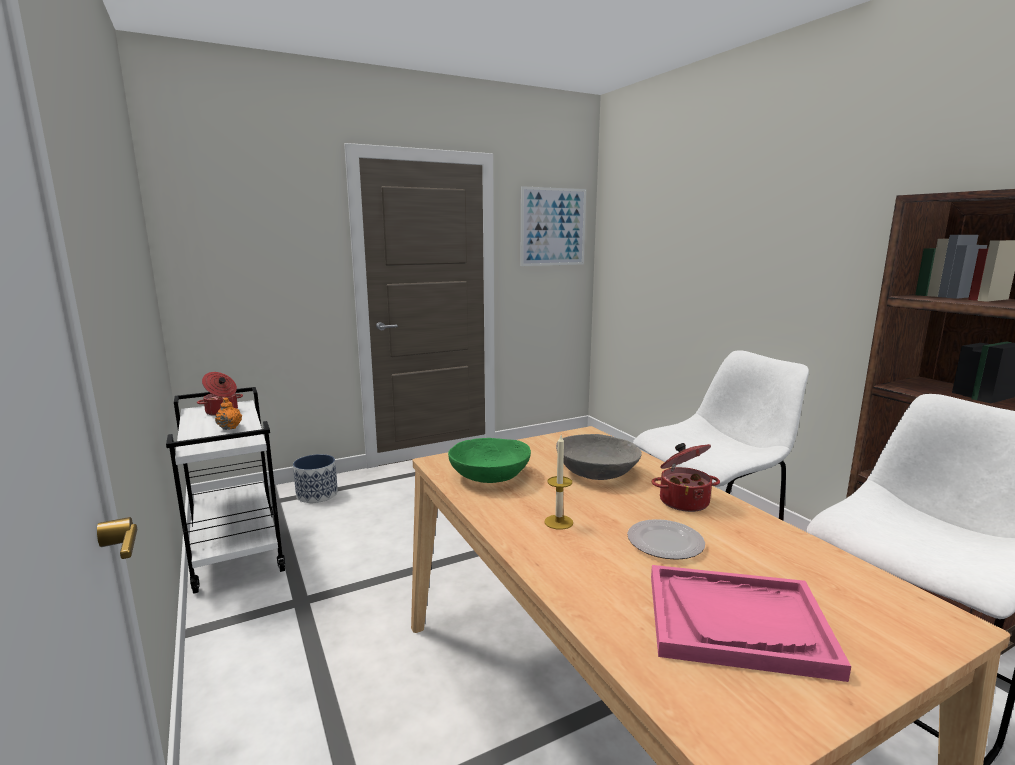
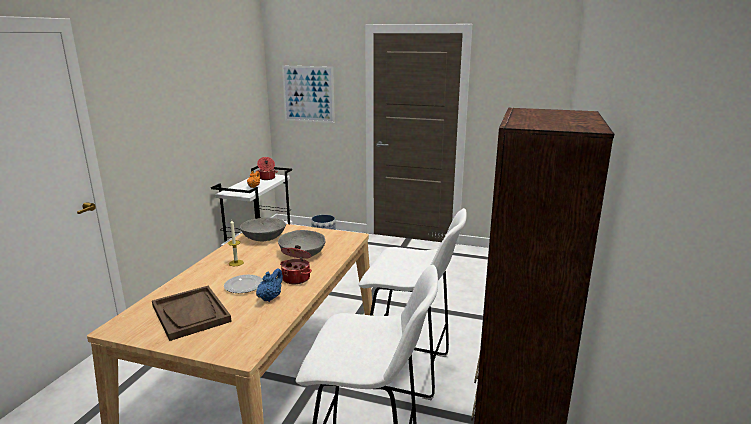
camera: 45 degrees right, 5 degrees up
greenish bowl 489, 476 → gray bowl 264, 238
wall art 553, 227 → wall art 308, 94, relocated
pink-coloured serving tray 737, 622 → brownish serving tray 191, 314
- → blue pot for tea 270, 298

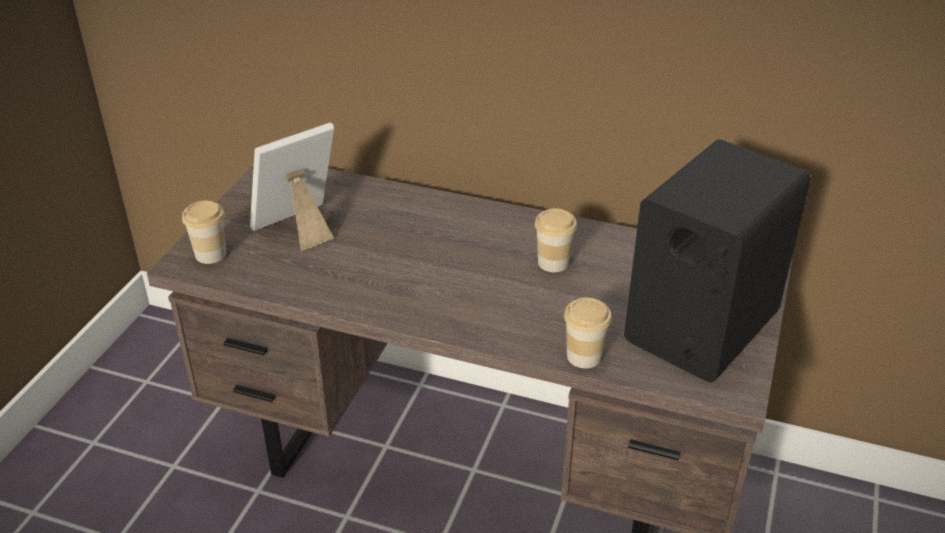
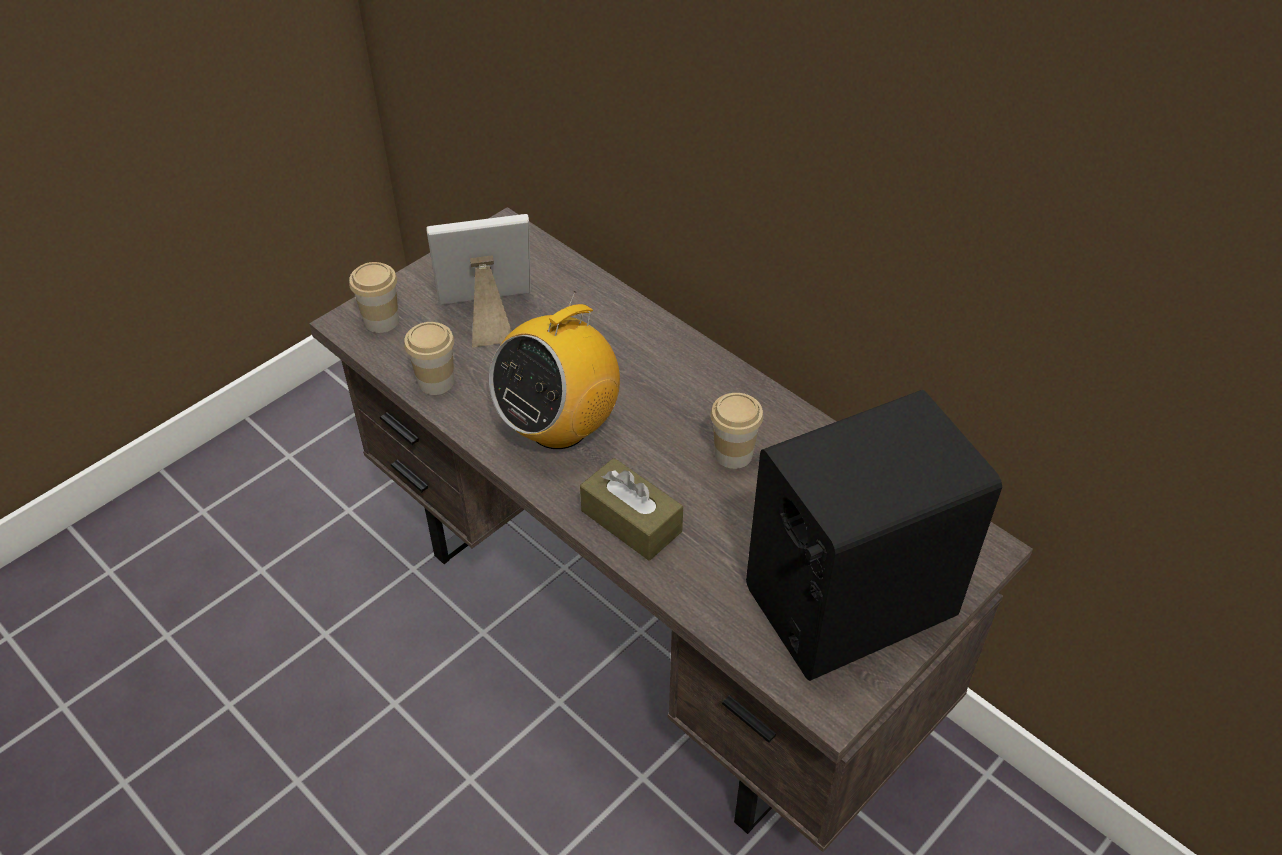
camera: 25 degrees right, 10 degrees up
drinking cup 584, 356 → drinking cup 436, 382, relocated
- → radio receiver 559, 426
- → brownish tissue box 631, 521

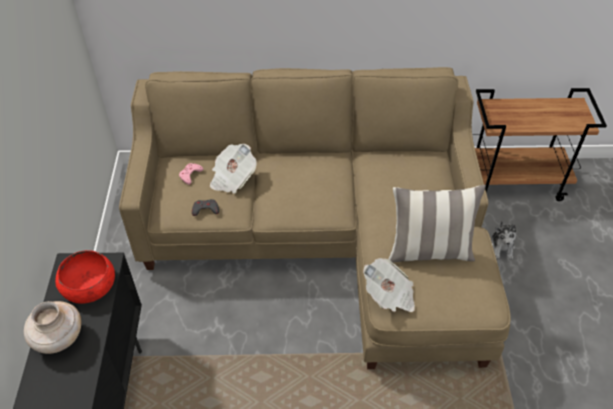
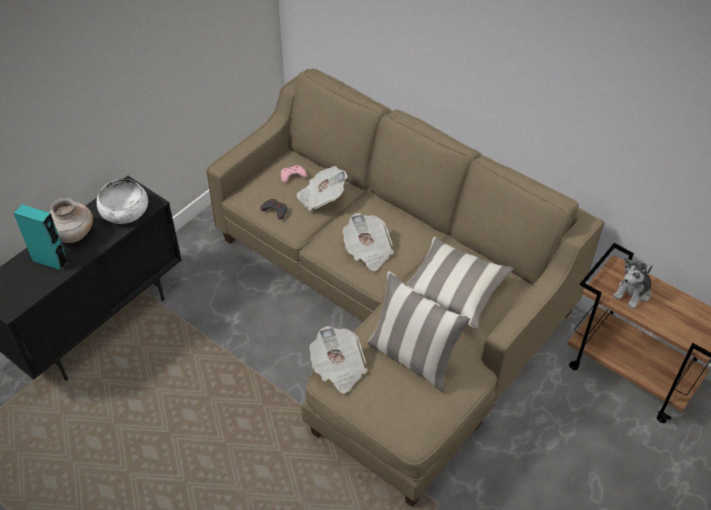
camera: 40 degrees right, 0 degrees up
red bowl 89, 285 → whitish bowl 124, 211
cuddly toy 501, 247 → cuddly toy 632, 293, relocated
- → turquoise-coloured audio speaker 50, 261
- → printed paper 368, 251
- → cushion 453, 291

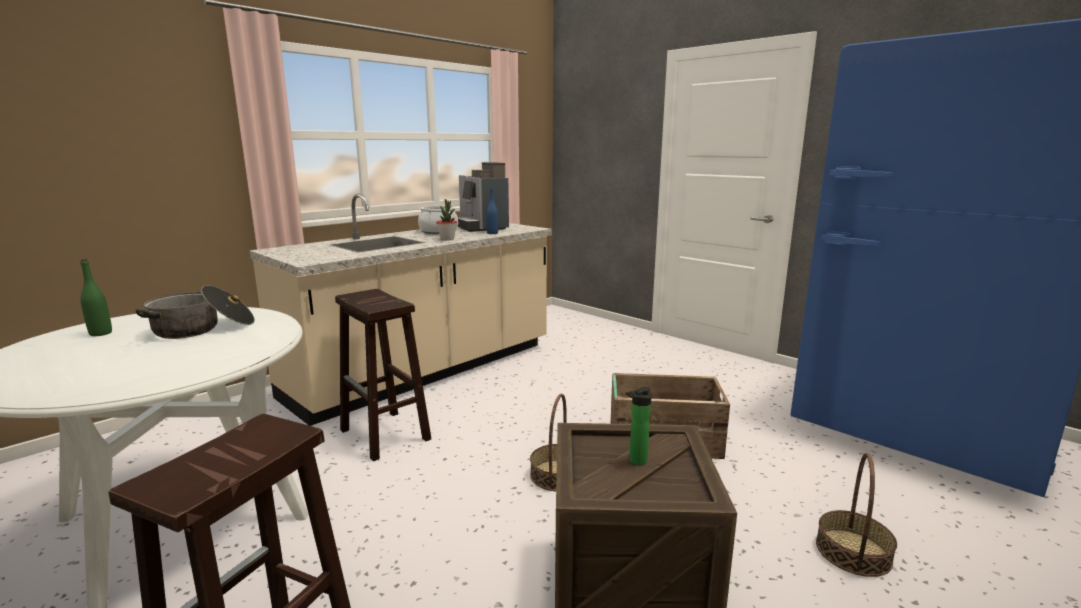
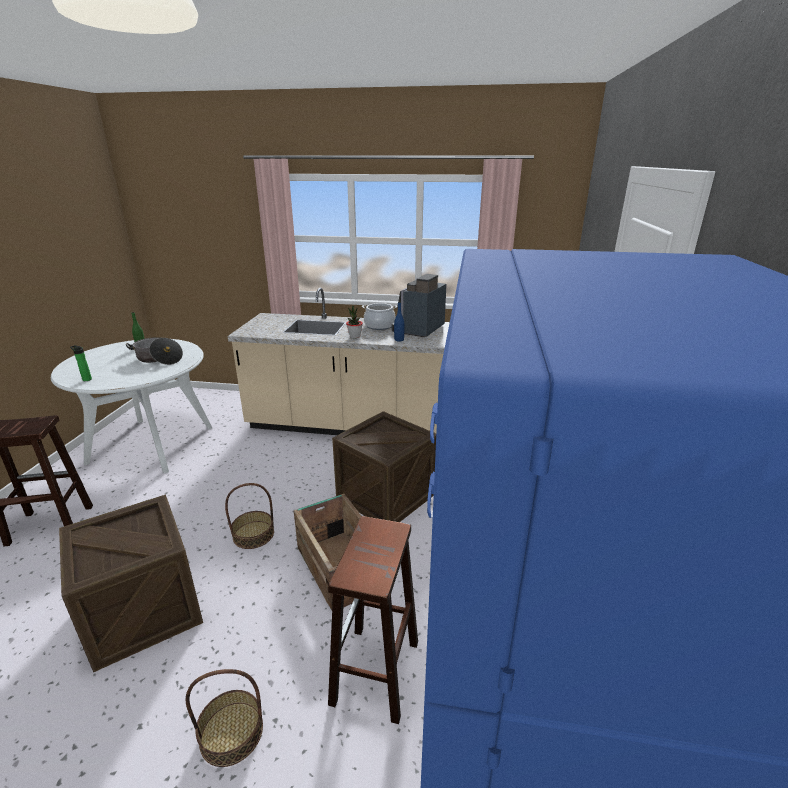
camera: 55 degrees right, 10 degrees up
brownish sitting stool 386, 435 → brownish sitting stool 375, 673, relocated
drink bottle 635, 461 → drink bottle 86, 379, relocated
- → shipping crate 386, 496

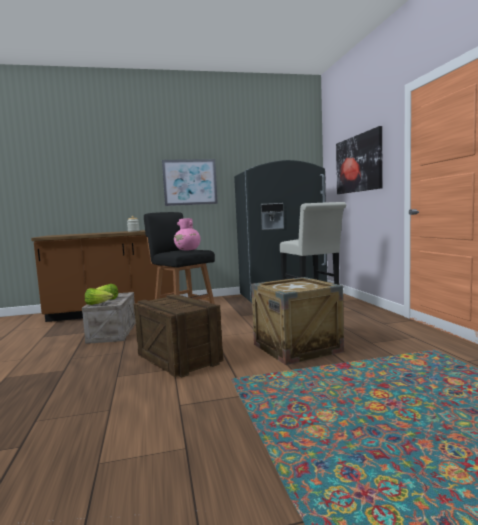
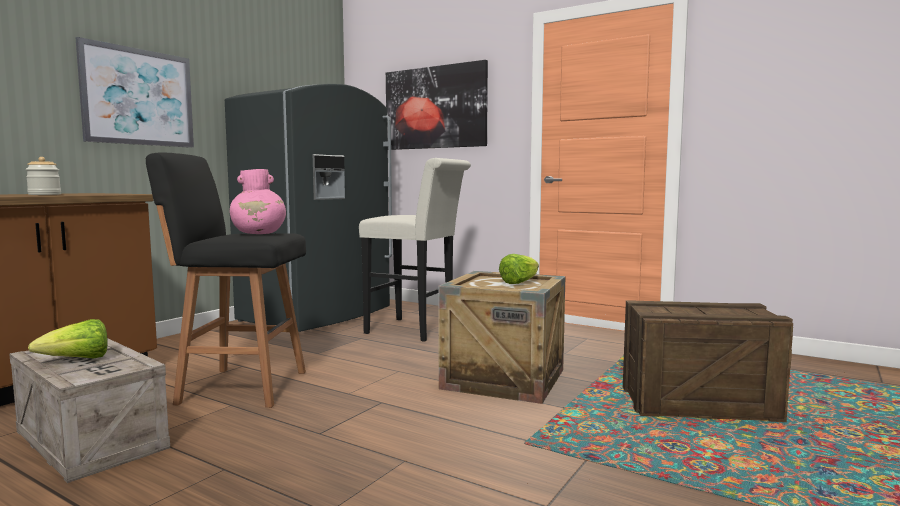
camera: 45 degrees left, 0 degrees up
head of lettuce 97, 304 → head of lettuce 519, 282, relocated
shipping crate 179, 359 → shipping crate 698, 403, relocated

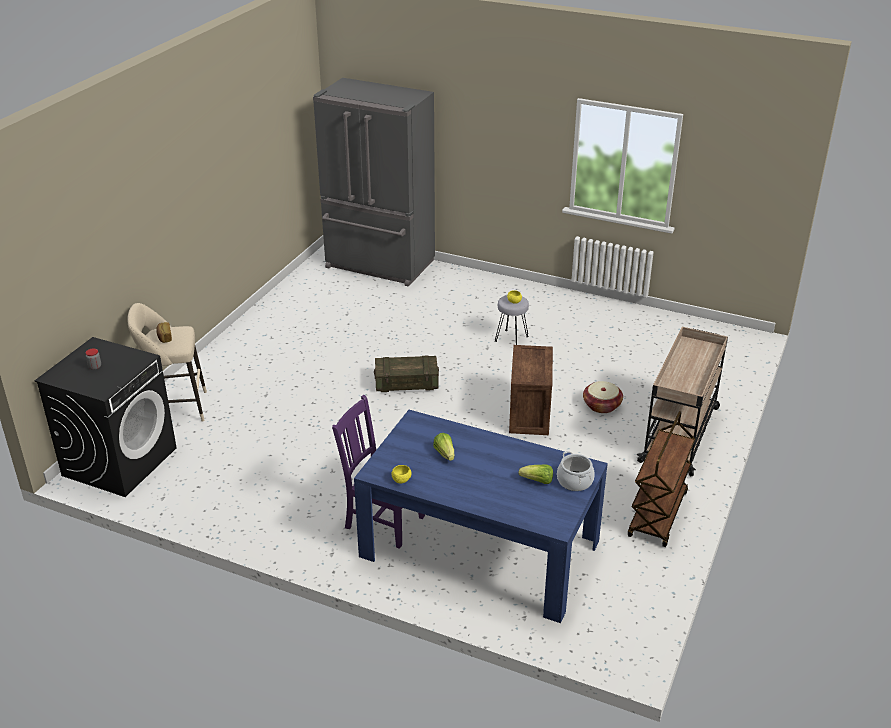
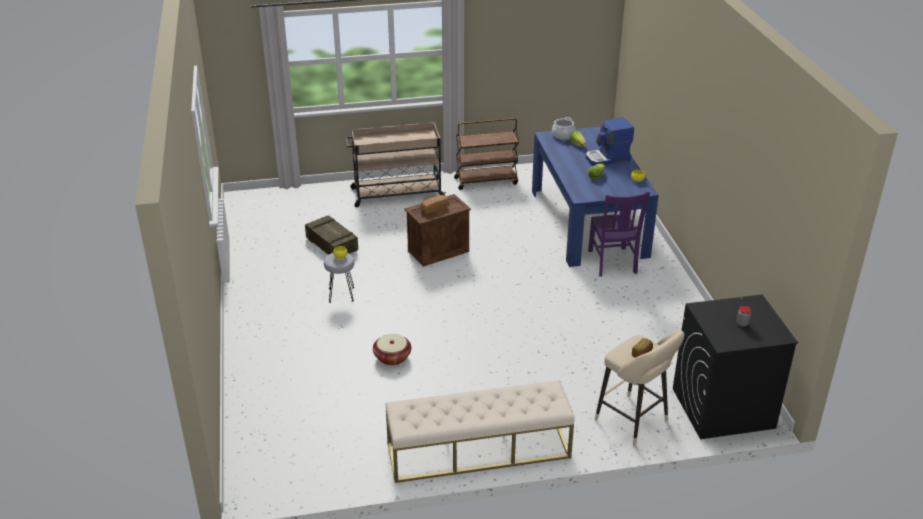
camera: 125 degrees left, 0 degrees up
gray fridge 379, 265 → -
shipping crate 406, 383 → shipping crate 332, 245, relocated
household basket 602, 405 → household basket 392, 357, relocated
- → beige-coloured bench 478, 450
- → bakery bread 434, 208
- → coffee maker 608, 158

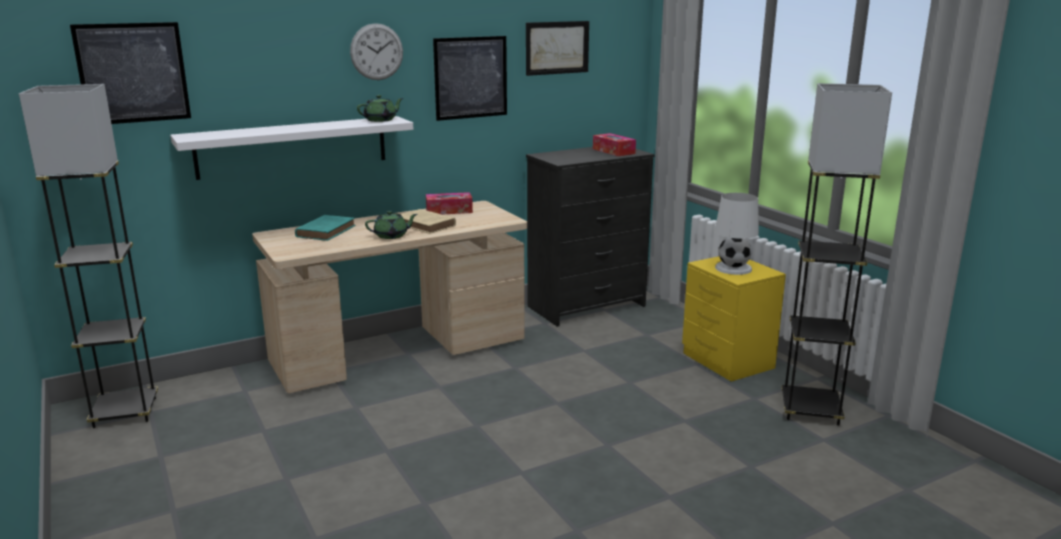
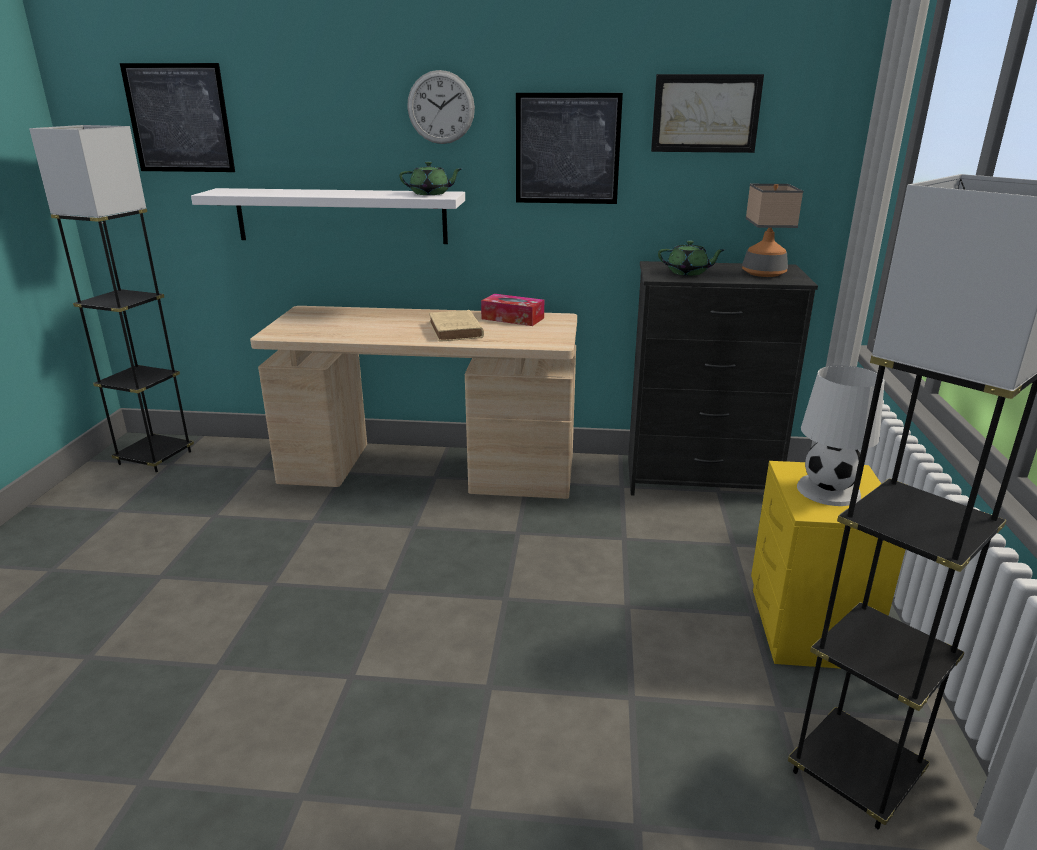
camera: 35 degrees right, 5 degrees up
turquoise-coloured book 327, 231 → -
greenish pot for tea 391, 236 → greenish pot for tea 688, 273, relocated
tissue box 613, 151 → table lamp 763, 273

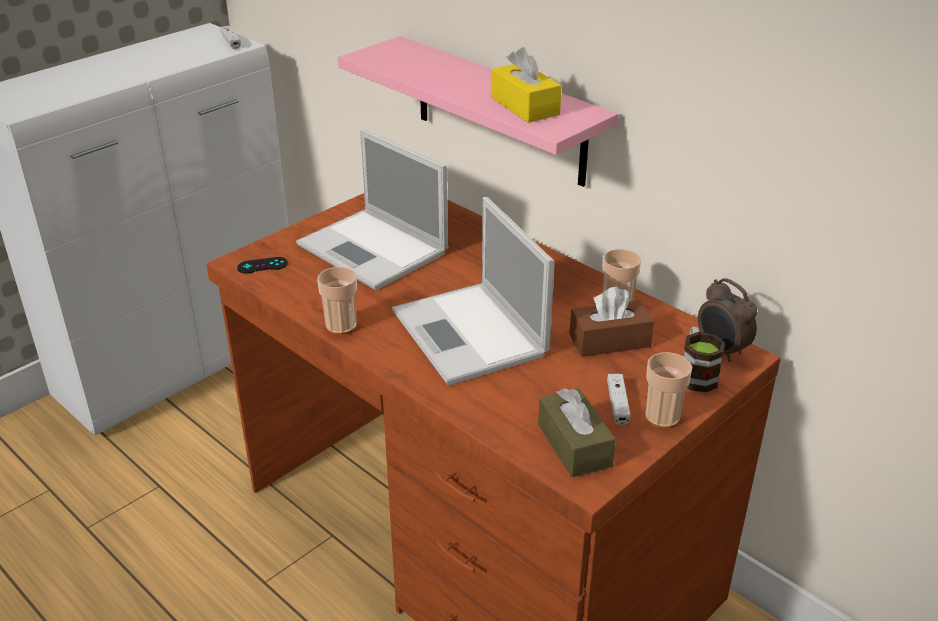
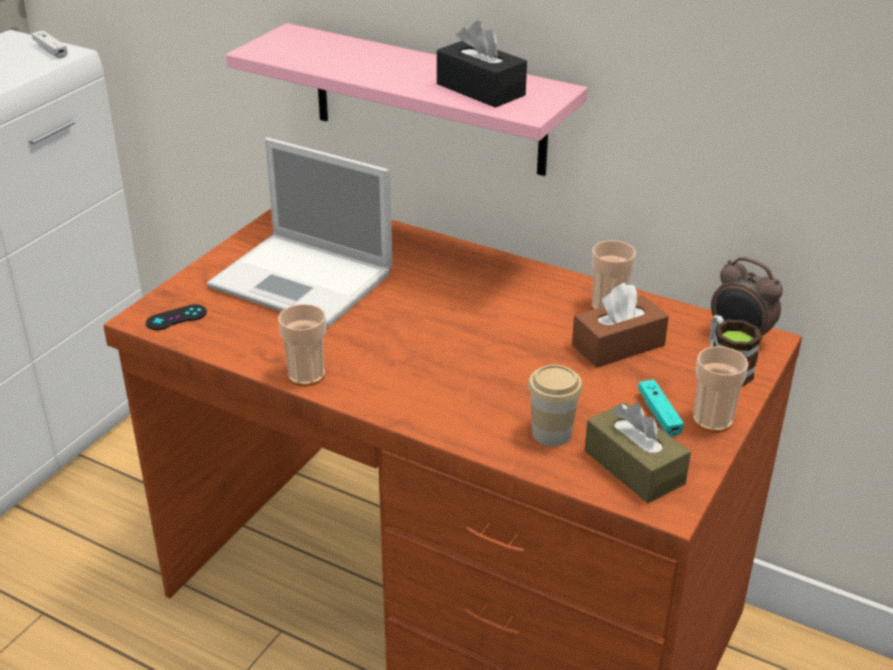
camera: 15 degrees left, 0 degrees up
notebook computer 470, 334 → -
yellowish tissue box 524, 106 → blackish tissue box 480, 89
whitish game controller 617, 404 → turquoise-coloured game controller 659, 414
- → drinking cup 551, 433

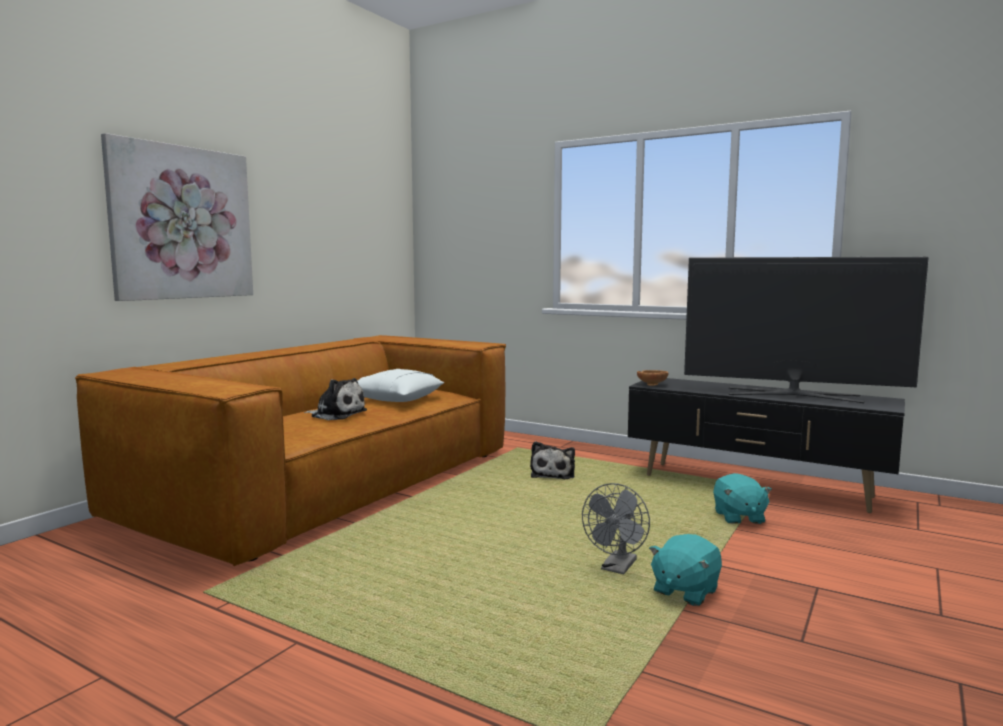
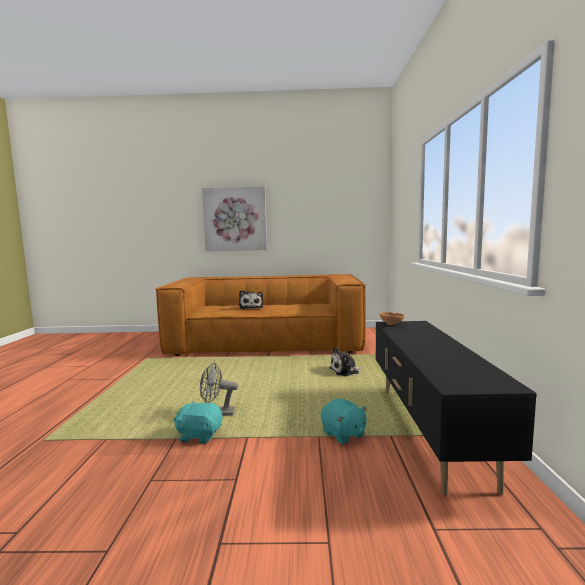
camera: 60 degrees right, 0 degrees up
whitish cushion 396, 399 → -
television 793, 395 → -
turquoise-coloured cuddly toy 738, 517 → turquoise-coloured cuddly toy 343, 434, 90 degrees counterclockwise

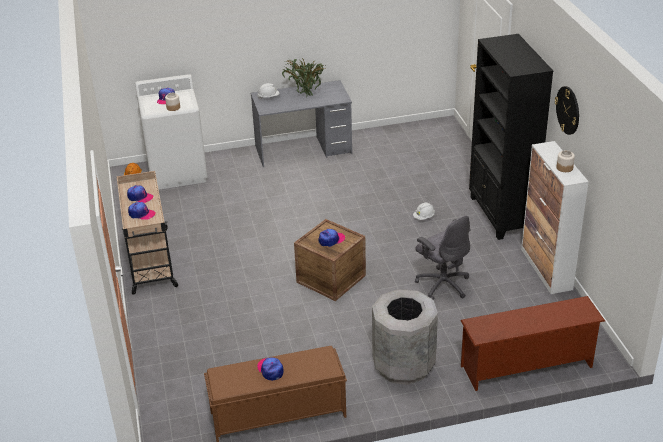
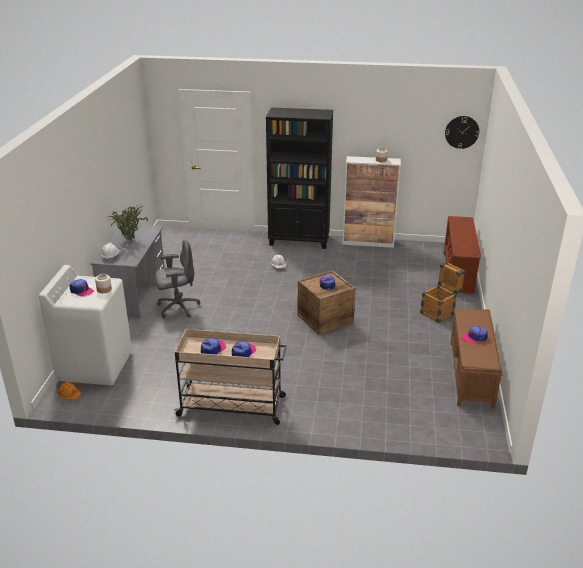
camera: 70 degrees left, 5 degrees down
gray trash can 404, 366 → shipping crate 440, 312
gray office chair 442, 284 → gray office chair 177, 308, relocated
clock on the wall 568, 110 → clock on the wall 462, 132, relocated

